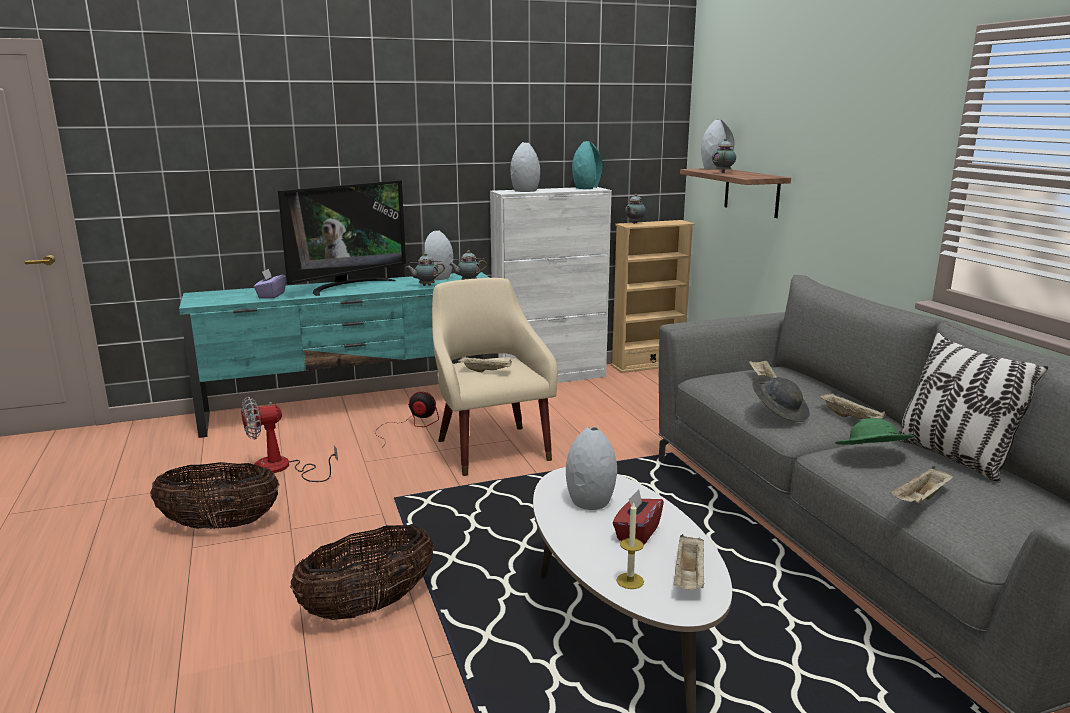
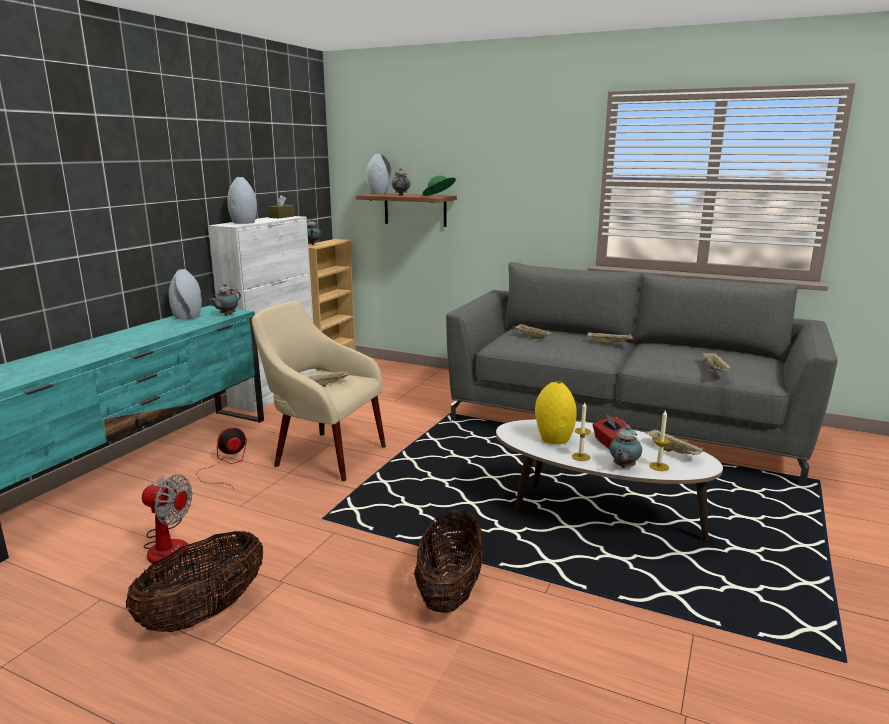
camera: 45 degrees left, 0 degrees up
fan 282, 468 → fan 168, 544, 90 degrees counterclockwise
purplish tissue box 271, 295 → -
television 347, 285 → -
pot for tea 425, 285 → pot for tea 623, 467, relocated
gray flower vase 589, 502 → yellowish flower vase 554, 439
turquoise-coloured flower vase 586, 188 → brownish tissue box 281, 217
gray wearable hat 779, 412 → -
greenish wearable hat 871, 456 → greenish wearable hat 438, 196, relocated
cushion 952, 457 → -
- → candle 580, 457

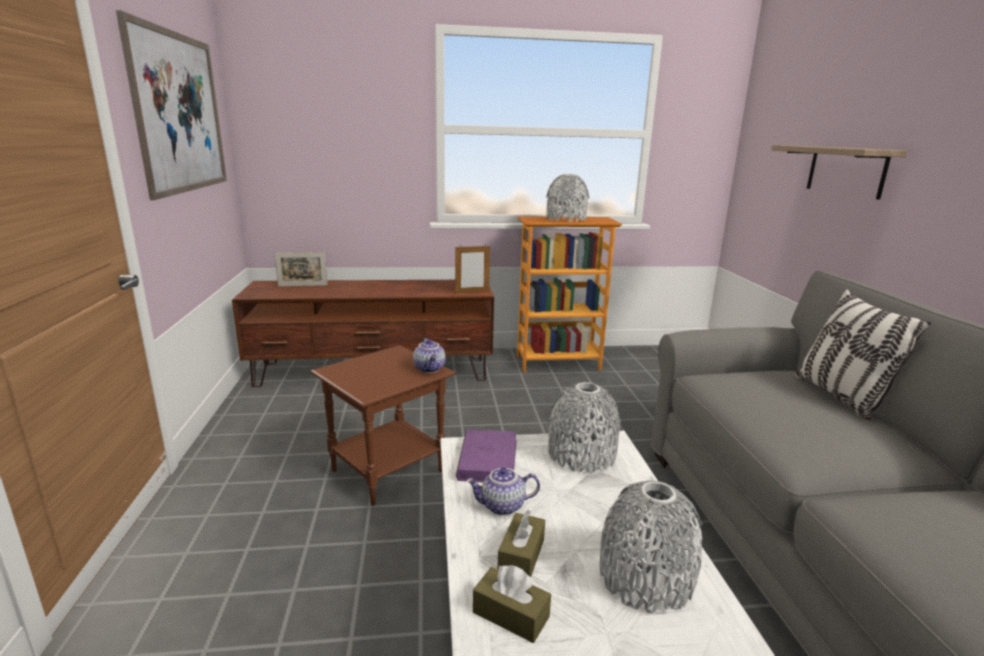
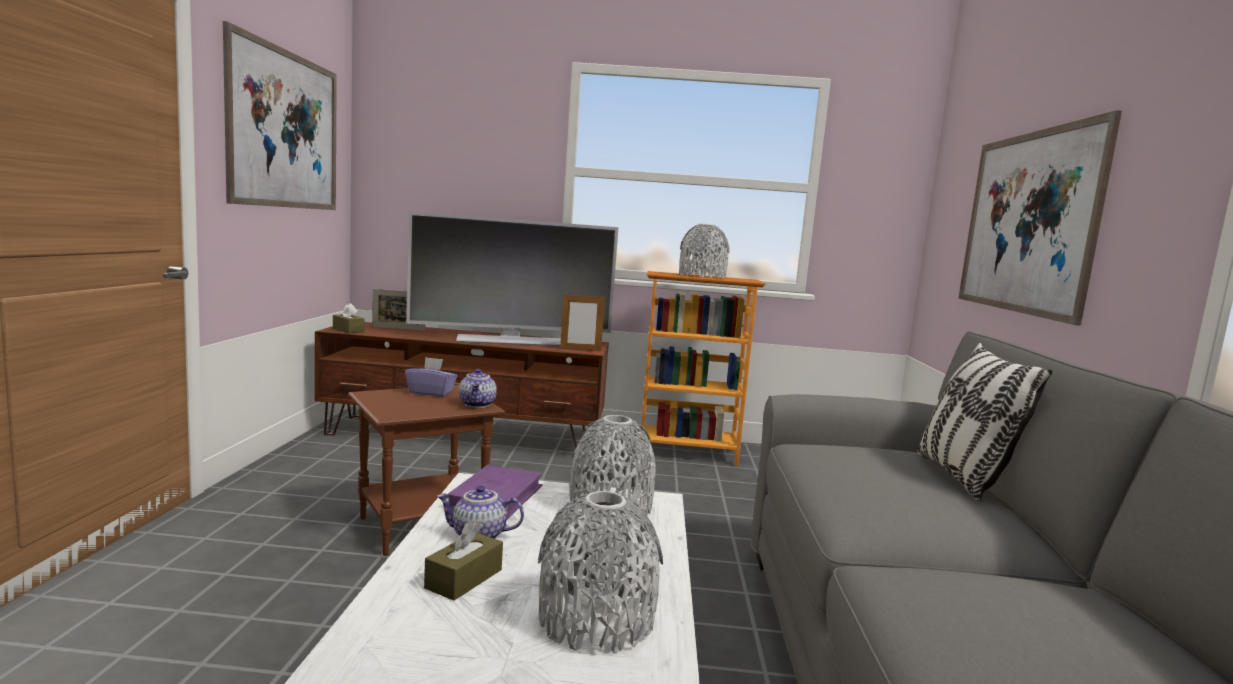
camera: 10 degrees right, 10 degrees down
brownish tissue box 511, 614 → brownish tissue box 348, 330, relocated
wall shelf 846, 171 → wall art 1026, 222
- → purplish tissue box 431, 393
- → television 513, 340

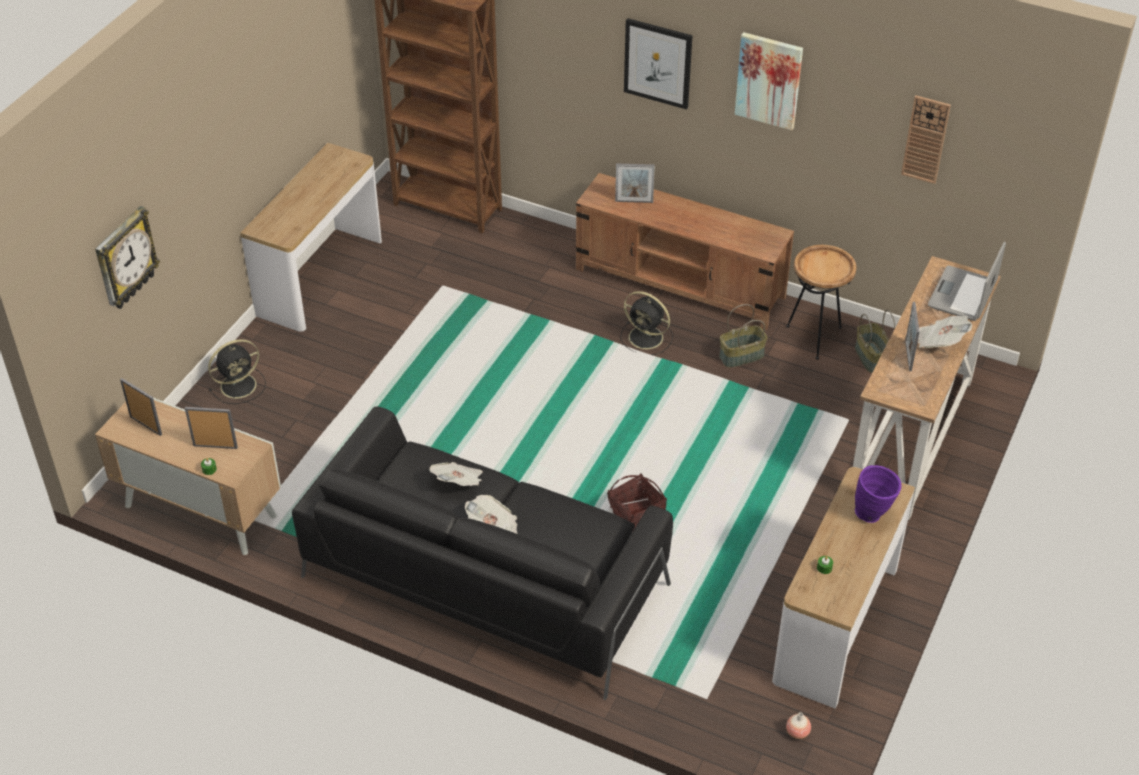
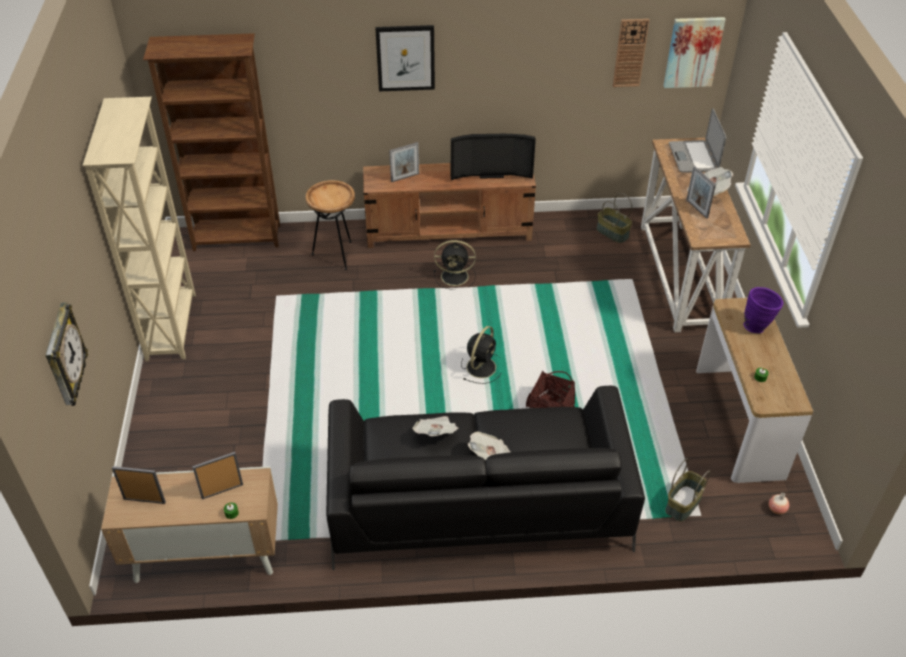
camera: 30 degrees left, 0 degrees up
blackish fan 240, 385 → blackish fan 482, 366, relocated
hall table 320, 277 → beige-coloured bookcase 172, 326
household basket 741, 356 → household basket 683, 504, relocated
wall art 769, 80 → wall art 693, 52, relocated
brownish side table 815, 337 → brownish side table 336, 255, relocated
- → television 490, 174

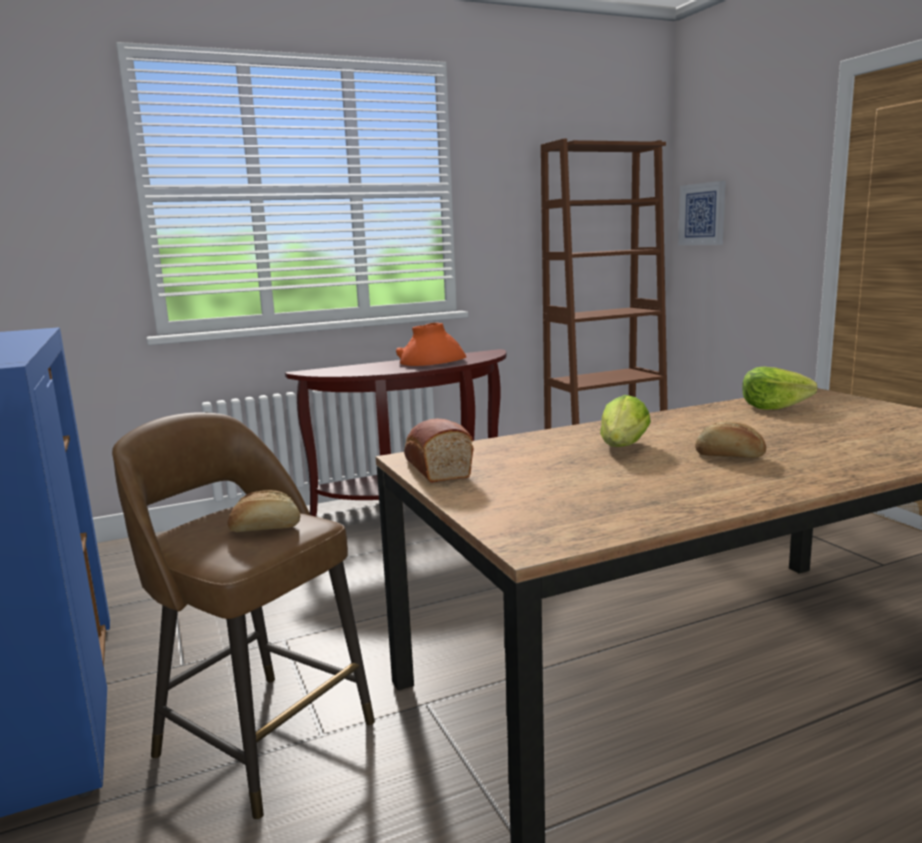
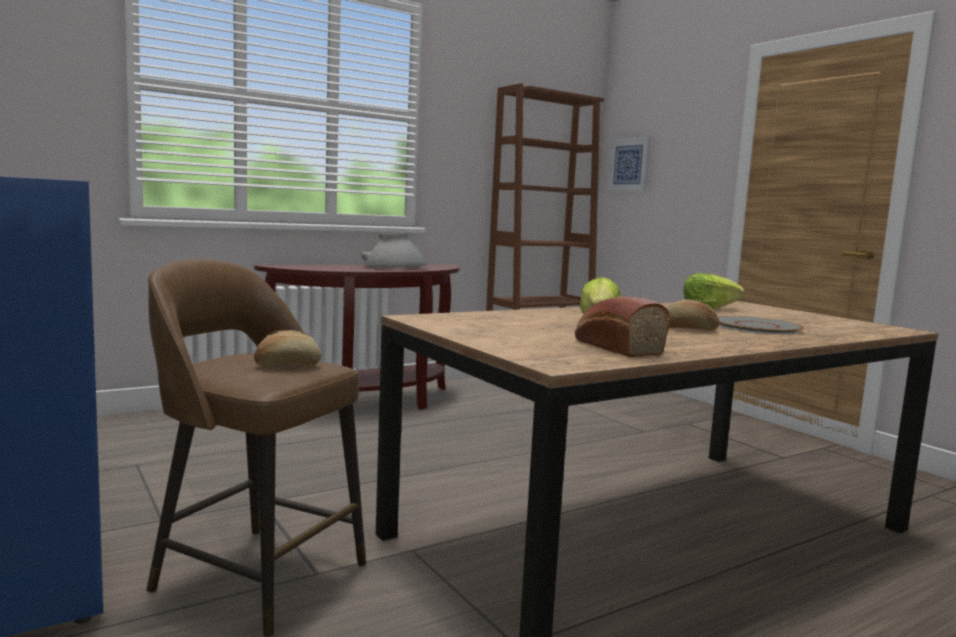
camera: 10 degrees left, 5 degrees down
orange-coloured flower vase 432, 362 → gray flower vase 394, 267
bakery bread 436, 467 → bakery bread 615, 347, relocated
- → gray plate 756, 327

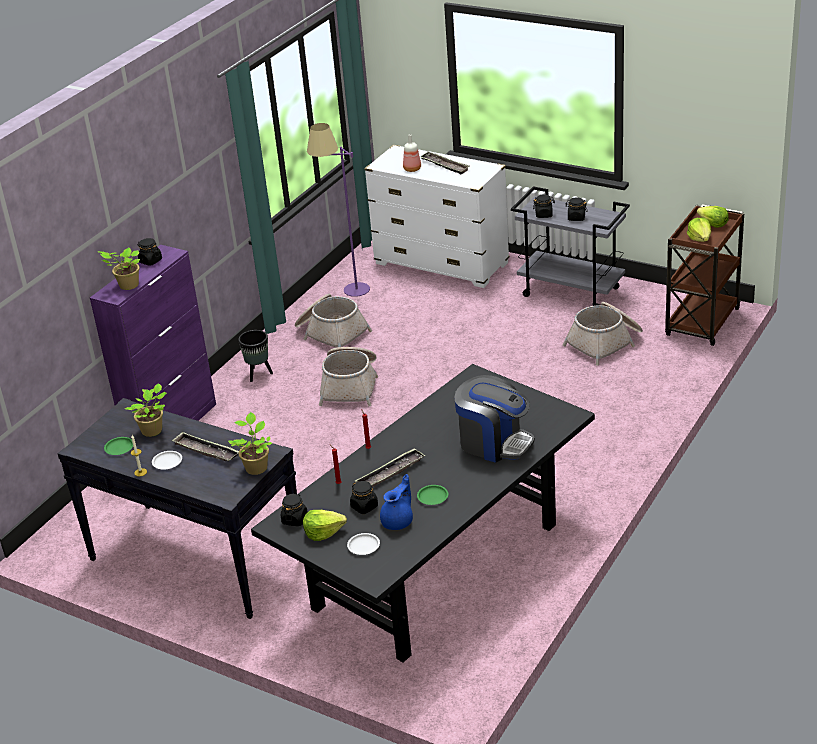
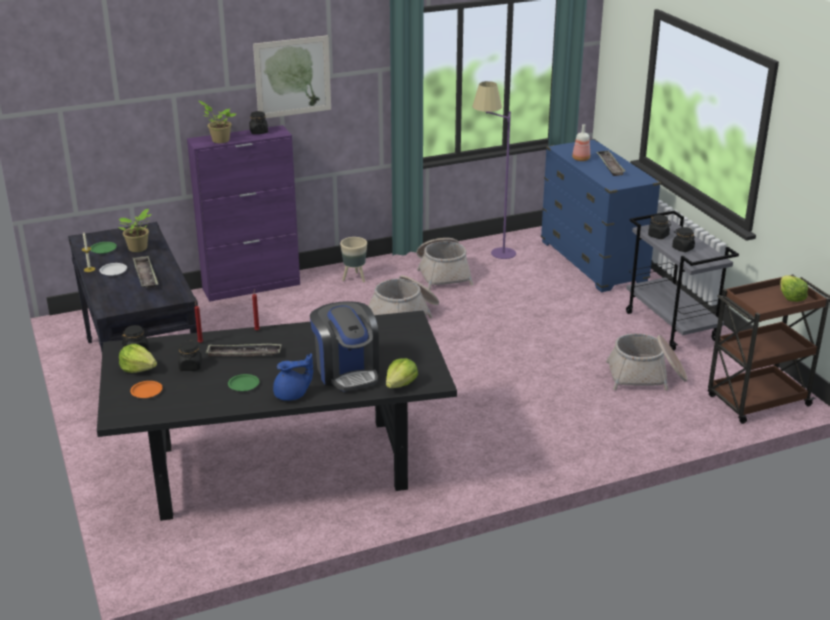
camera: 35 degrees right, 5 degrees down
potted plant 256, 467 → -
blackish planter 259, 374 → beige-coloured planter 355, 278
whitish plate 364, 546 → orange-coloured plate 147, 391
whitish dresser 441, 264 → blue dresser 593, 262
blue pot for tea 398, 521 → blue pot for tea 292, 395, relocated
head of lettuce 700, 239 → head of lettuce 400, 384, relocated
- → wall art 293, 77

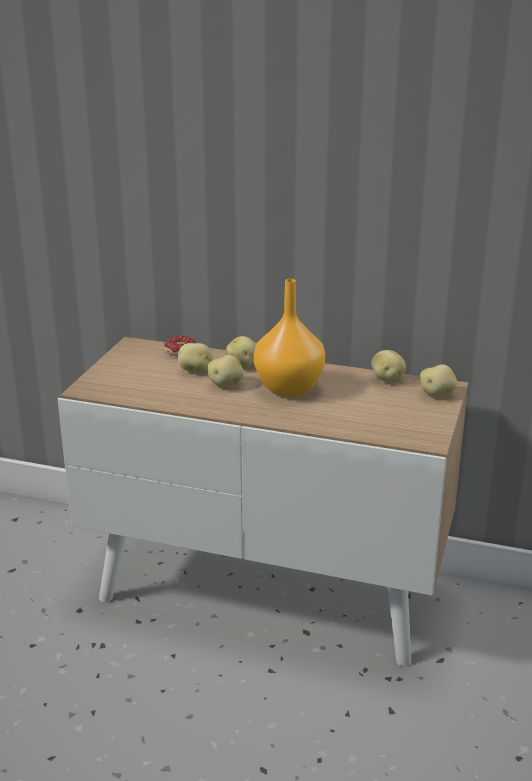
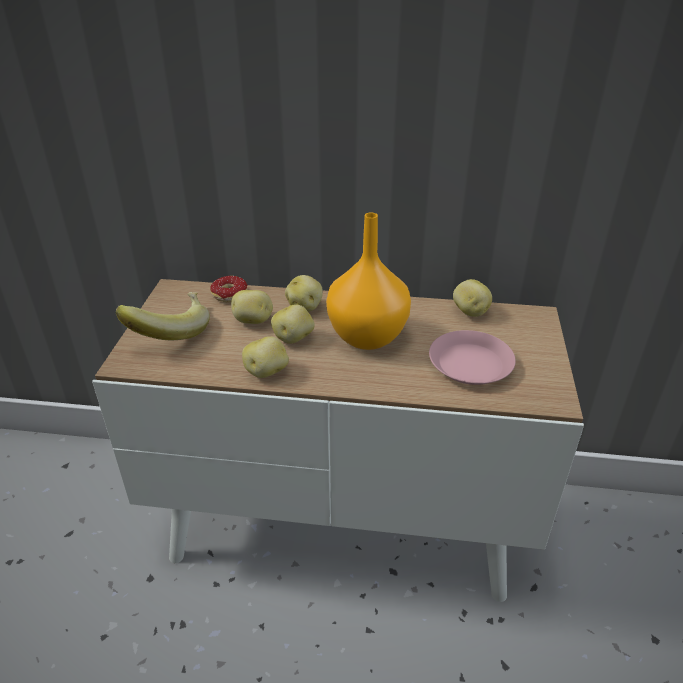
camera: 10 degrees left, 10 degrees up
potato 437, 394 → potato 267, 371, relocated
- → banana 170, 331
- → pink-coloured plate 470, 363

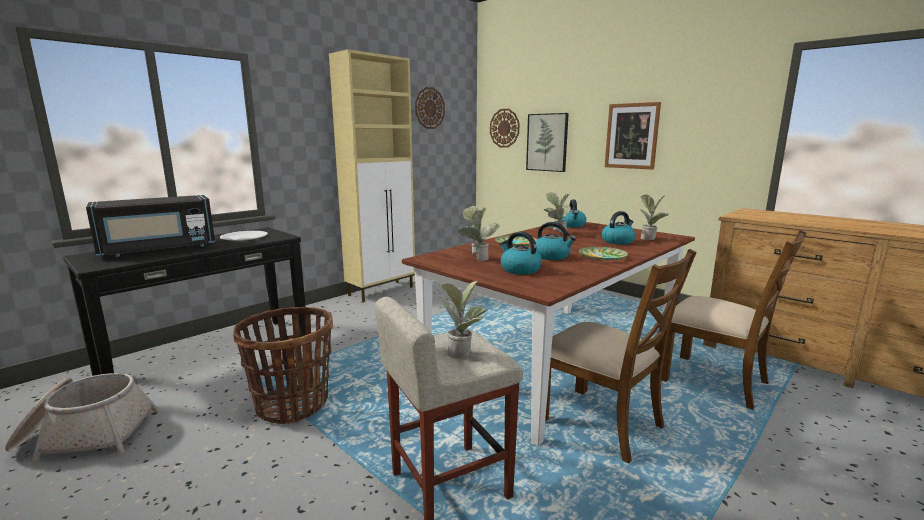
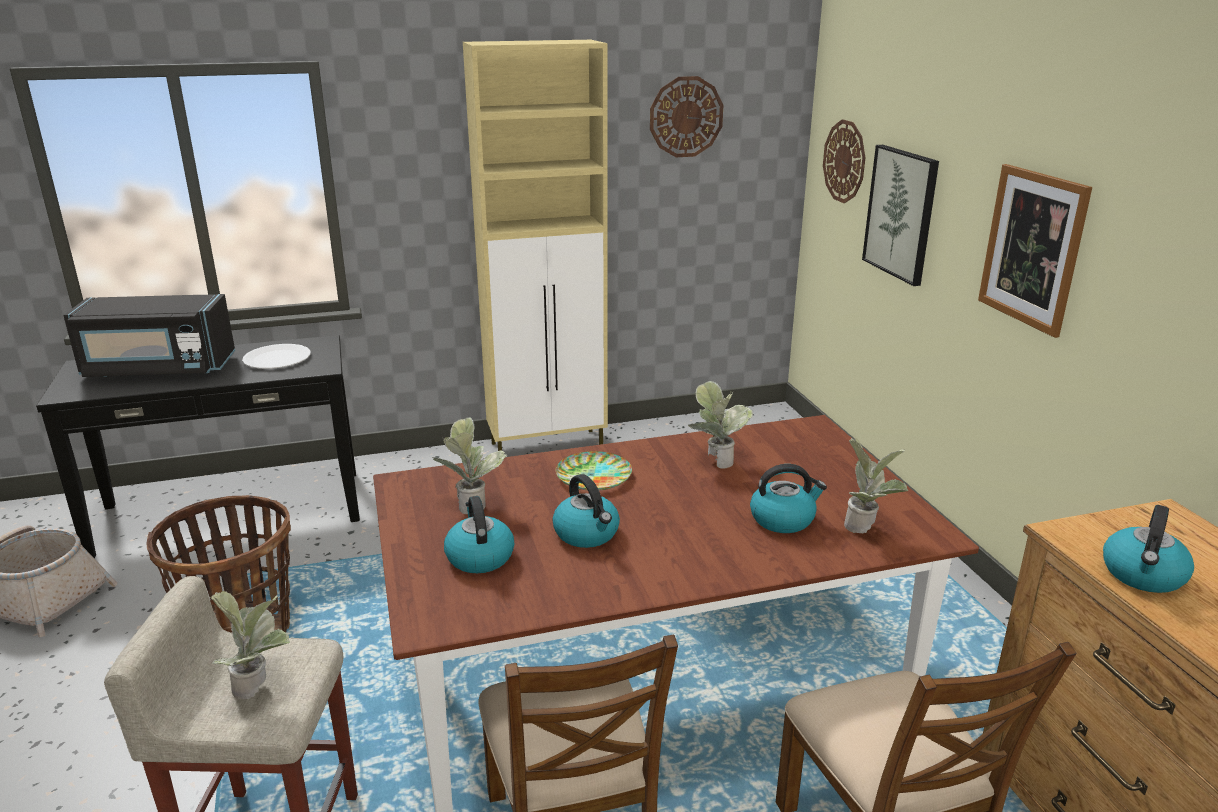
camera: 30 degrees right, 10 degrees up
water kettle 572, 225 → water kettle 1143, 575, relocated
plate 602, 257 → -

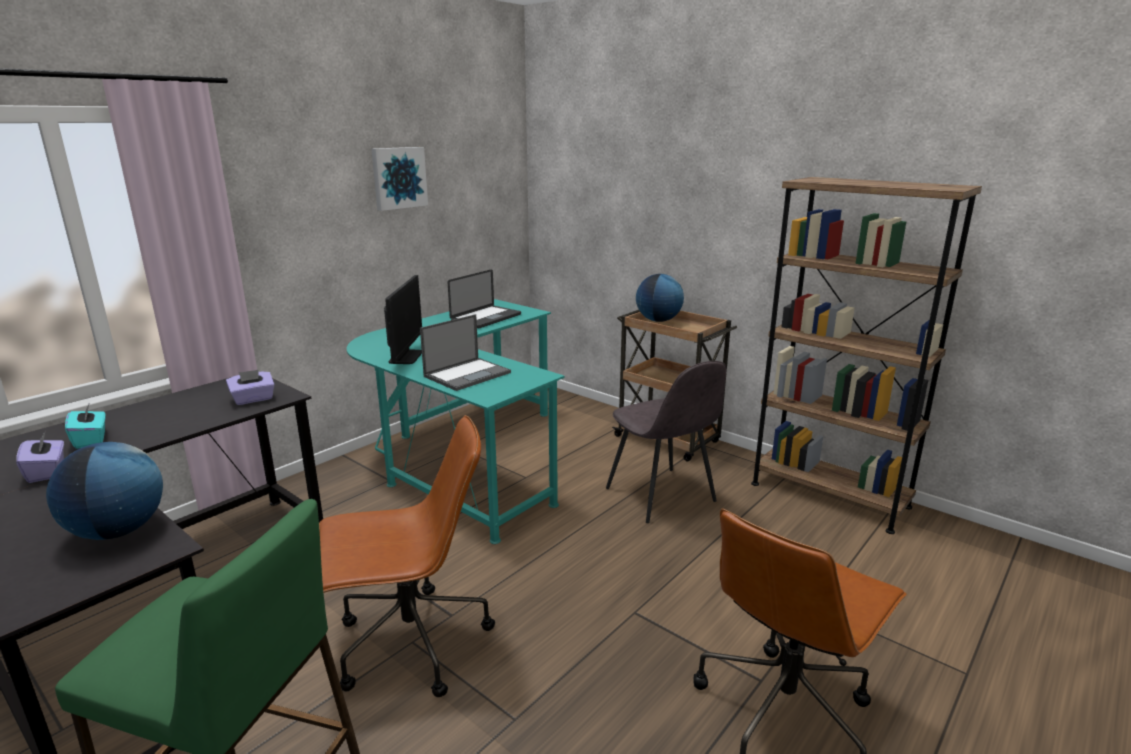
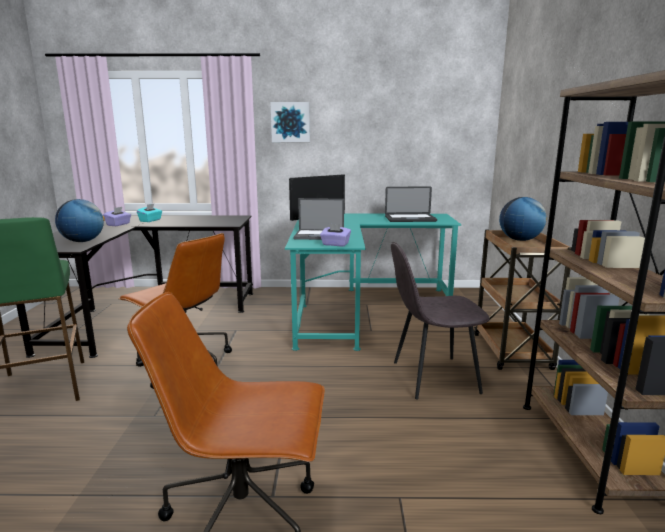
camera: 50 degrees right, 5 degrees down
purplish tissue box 253, 399 → purplish tissue box 335, 244, relocated
wall art 398, 178 → wall art 290, 122, relocated
gray plain chair 662, 496 → gray plain chair 432, 377, 60 degrees clockwise

